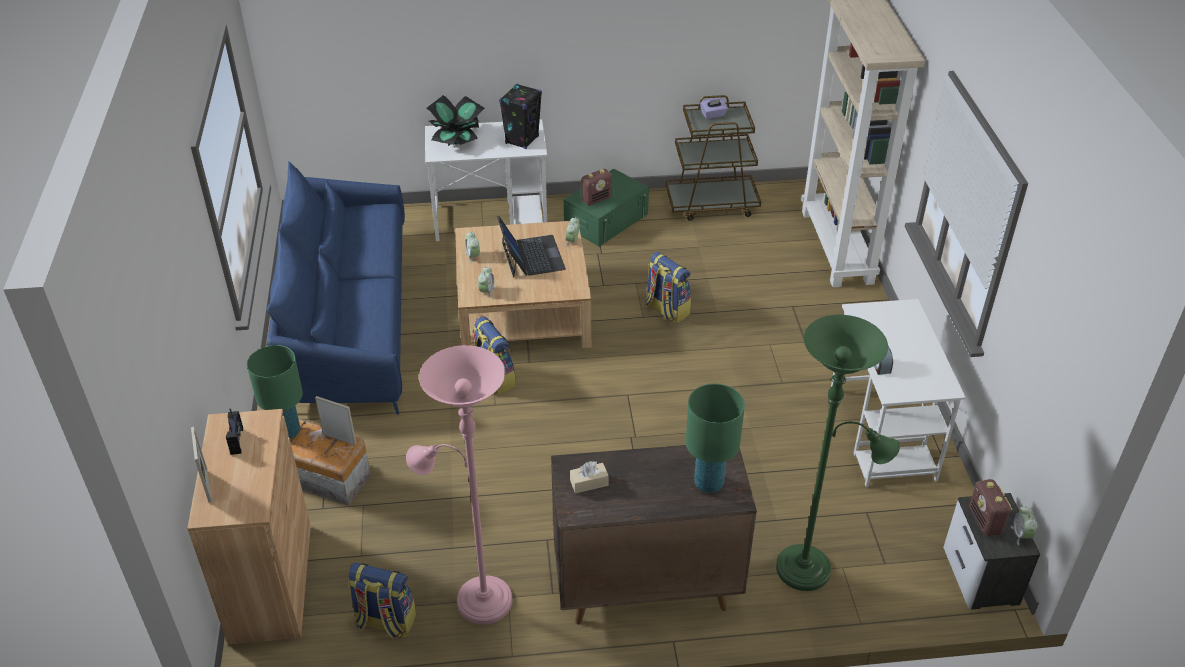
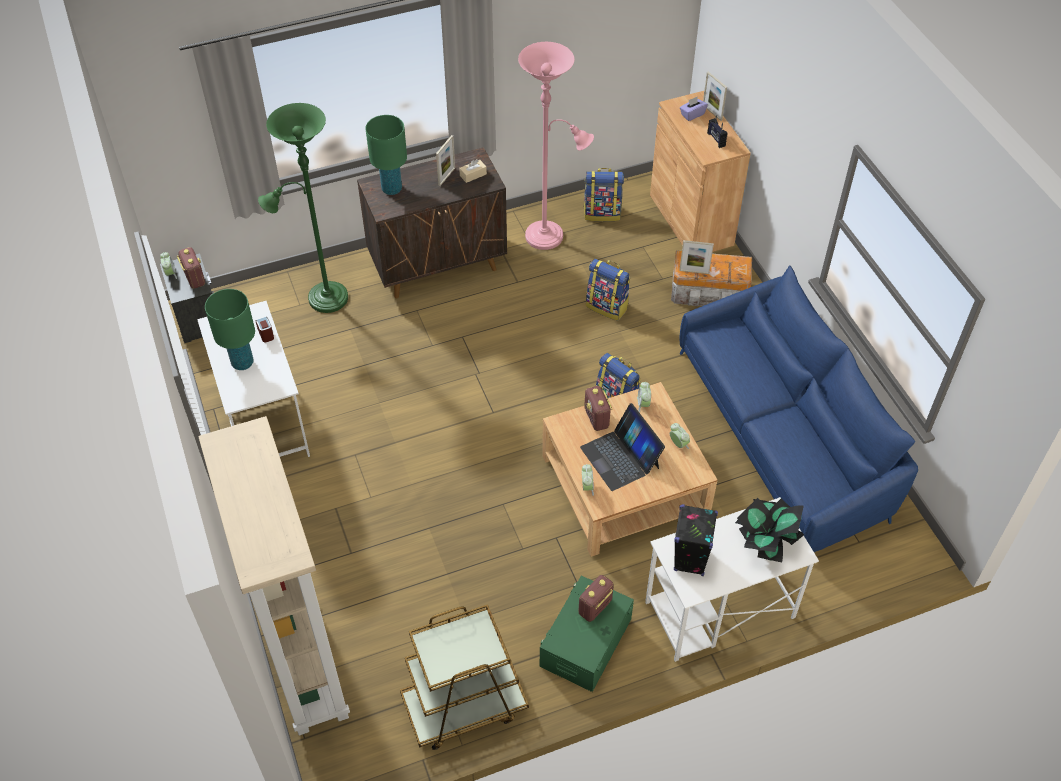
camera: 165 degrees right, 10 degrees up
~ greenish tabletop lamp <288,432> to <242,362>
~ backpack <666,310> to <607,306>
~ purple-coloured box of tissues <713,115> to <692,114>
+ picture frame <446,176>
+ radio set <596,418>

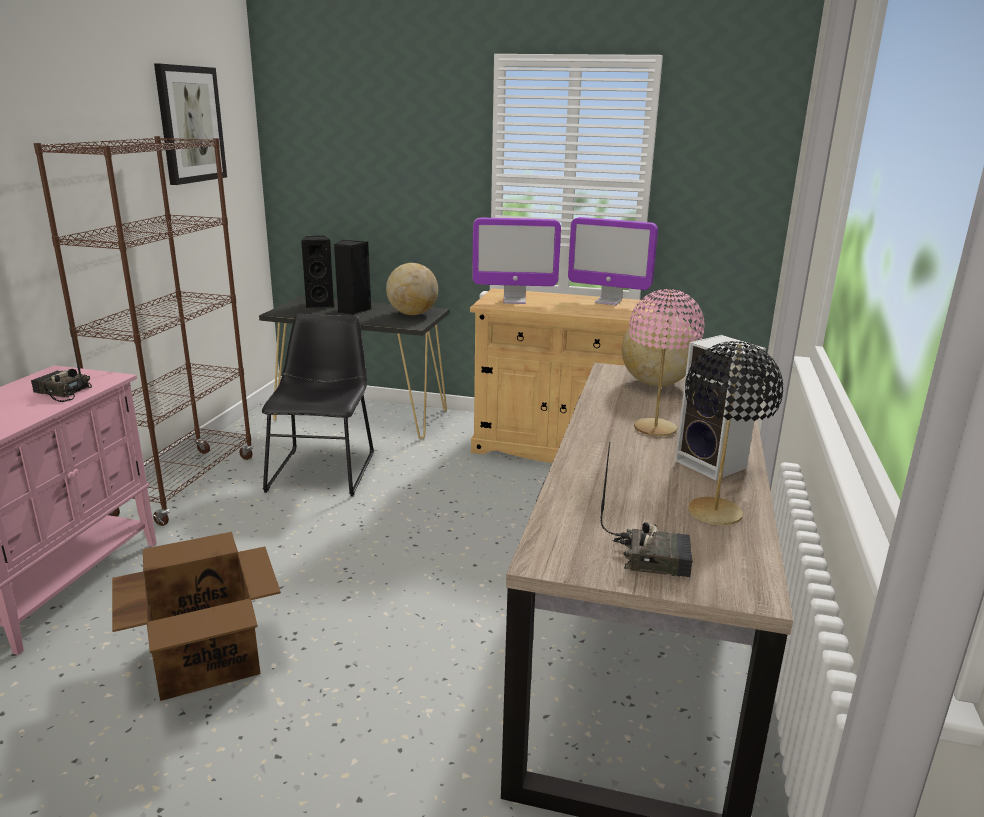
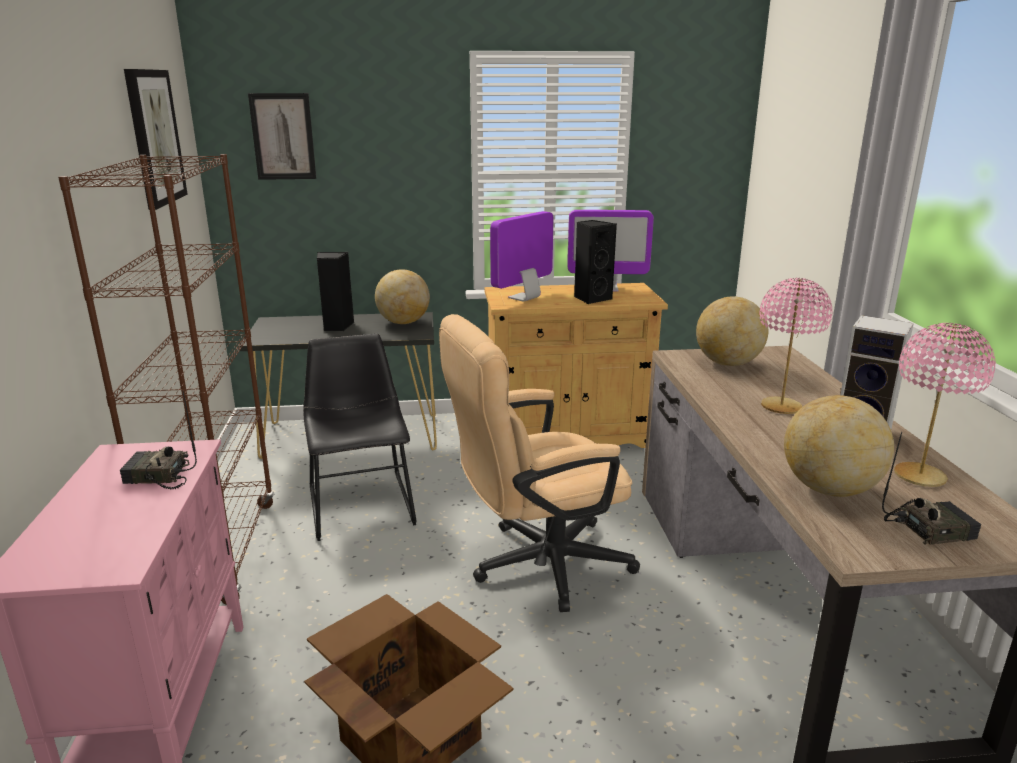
camera: 20 degrees left, 0 degrees up
~ black-coloured audio speaker <320,304> to <591,298>
~ computer display <514,301> = <524,298> 150 degrees clockwise
~ black-coloured tabletop lamp <715,513> to pinkish tabletop lamp <920,476>
+ wall picture <283,136>
+ beige office chair <537,565>
+ world globe <829,489>

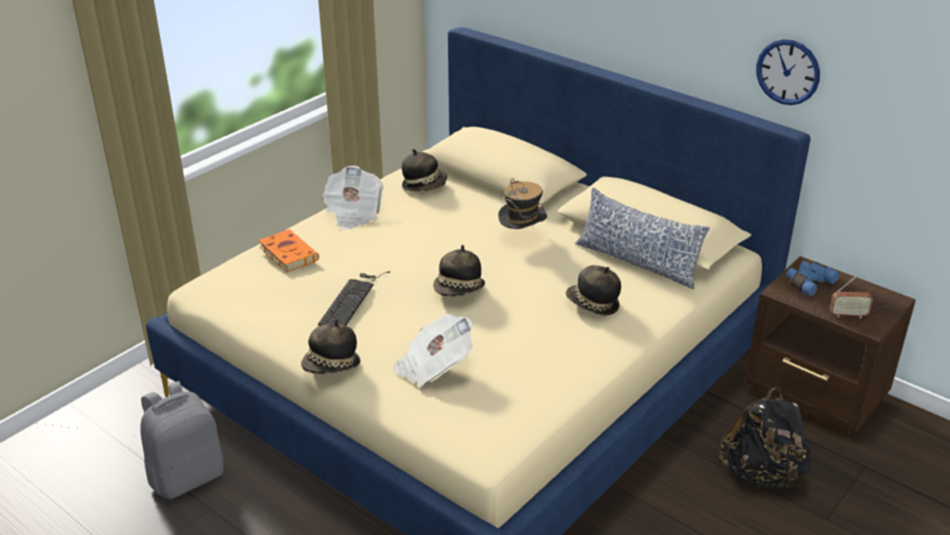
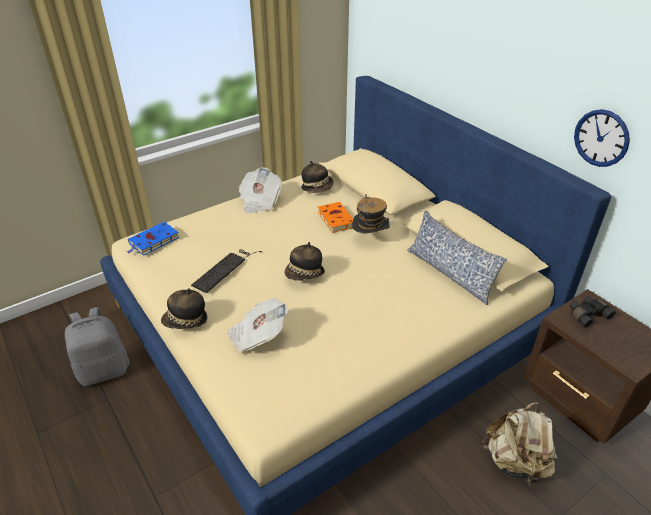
camera: 15 degrees right, 5 degrees up
~ orange-coloured book <287,253> to <335,219>
- clothing hat <592,305>
~ black-coloured backpack <762,474> to beige backpack <515,462>
~ bluish pair of binoculars <808,283> to black-coloured pair of binoculars <587,315>
- radio set <848,315>
+ bluish book <153,241>

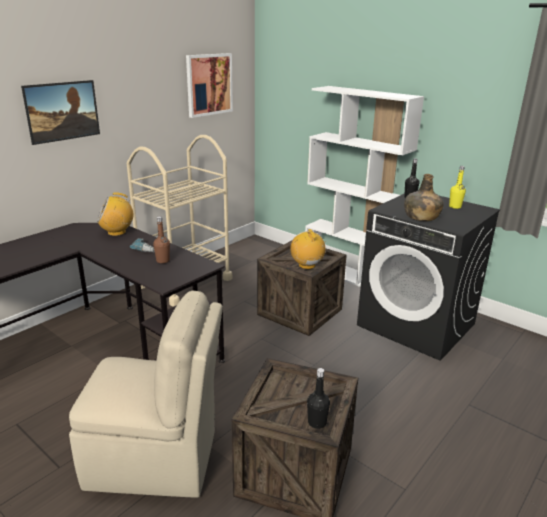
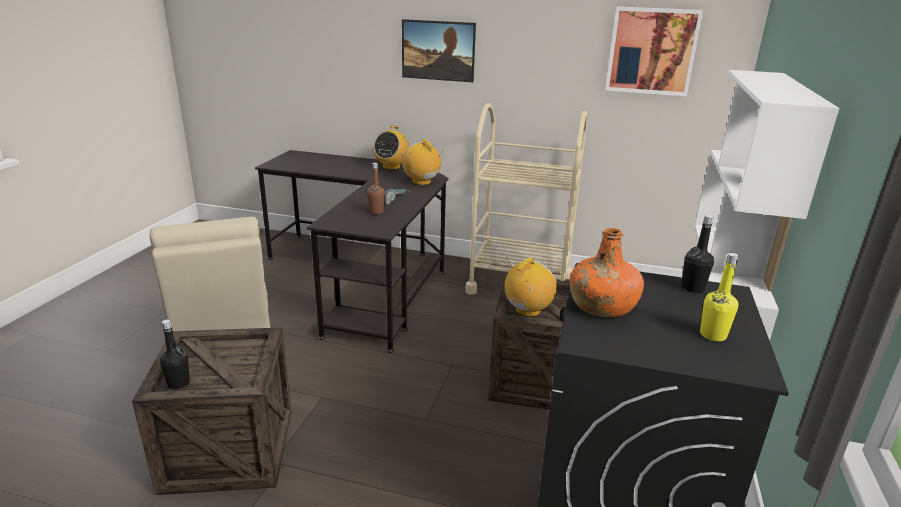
camera: 65 degrees right, 0 degrees up
~ greenish bottle <421,217> to orange-coloured bottle <601,305>
+ radio set <391,167>

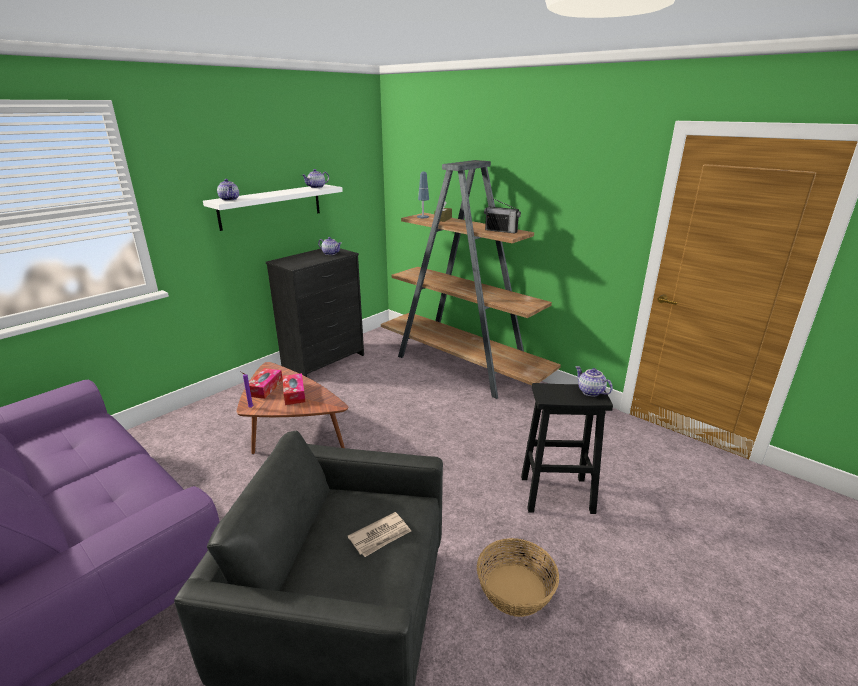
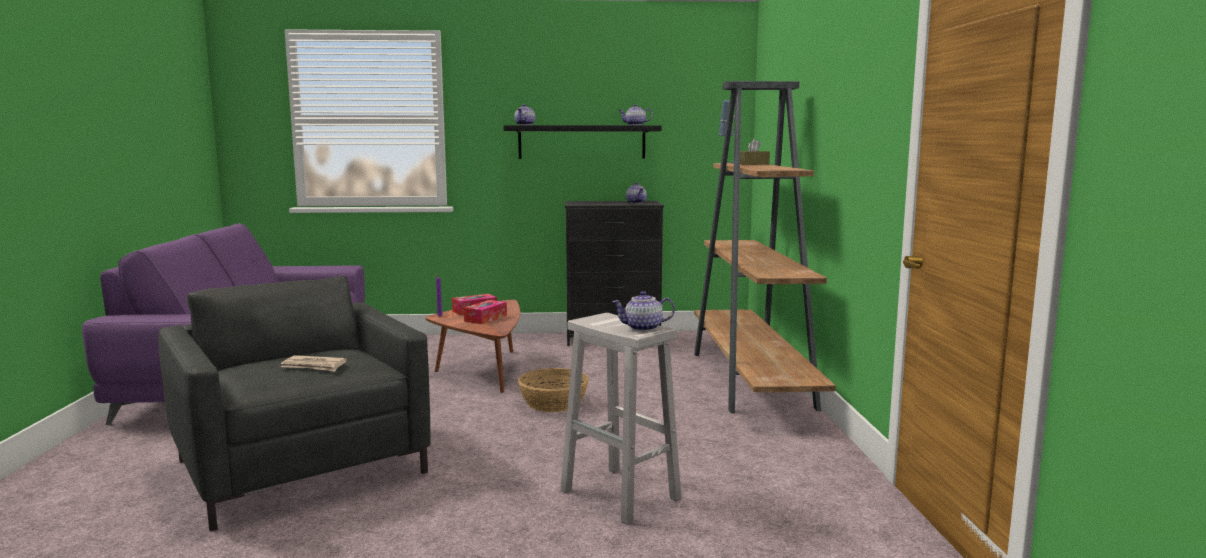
camera: 45 degrees right, 15 degrees down
~ white-coloured shelf <271,206> to black-coloured shelf <582,142>
~ basket <515,589> to <554,403>
- radio set <501,231>
~ black-coloured stool seat <558,494> to white-coloured stool seat <621,495>
~ tea pot <590,392> = <643,328> 105 degrees counterclockwise

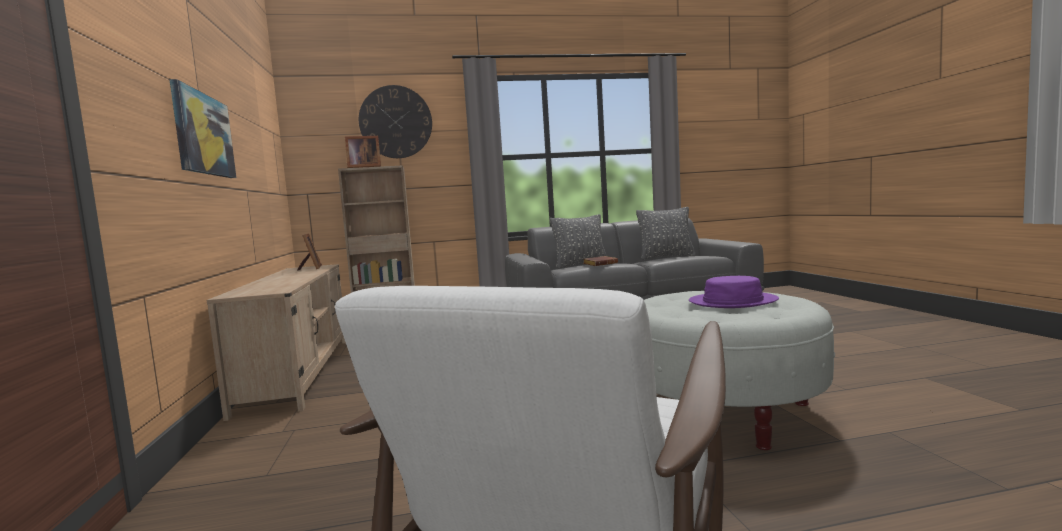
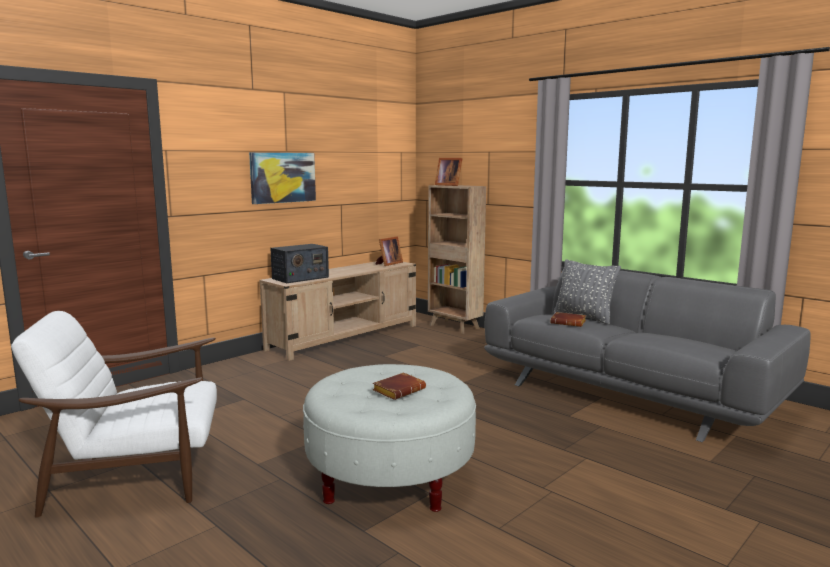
camera: 55 degrees right, 5 degrees up
- wall clock <396,122>
- gray pillow <666,257>
~ purple-coloured clothing hat <732,302> to brown book <399,390>
+ radio set <300,278>

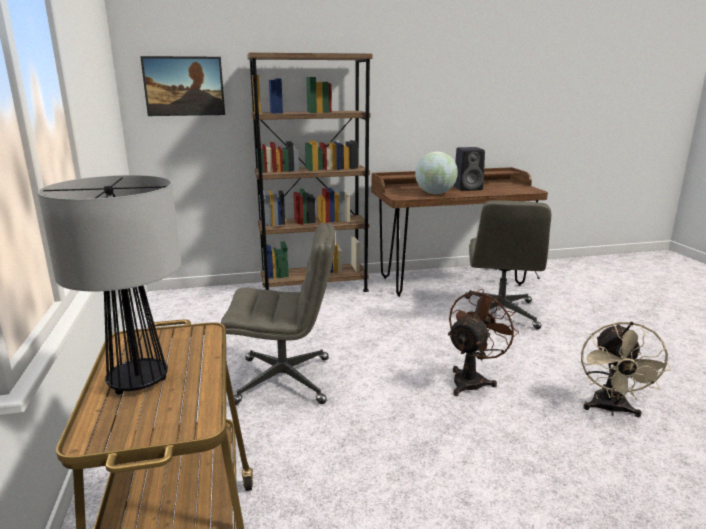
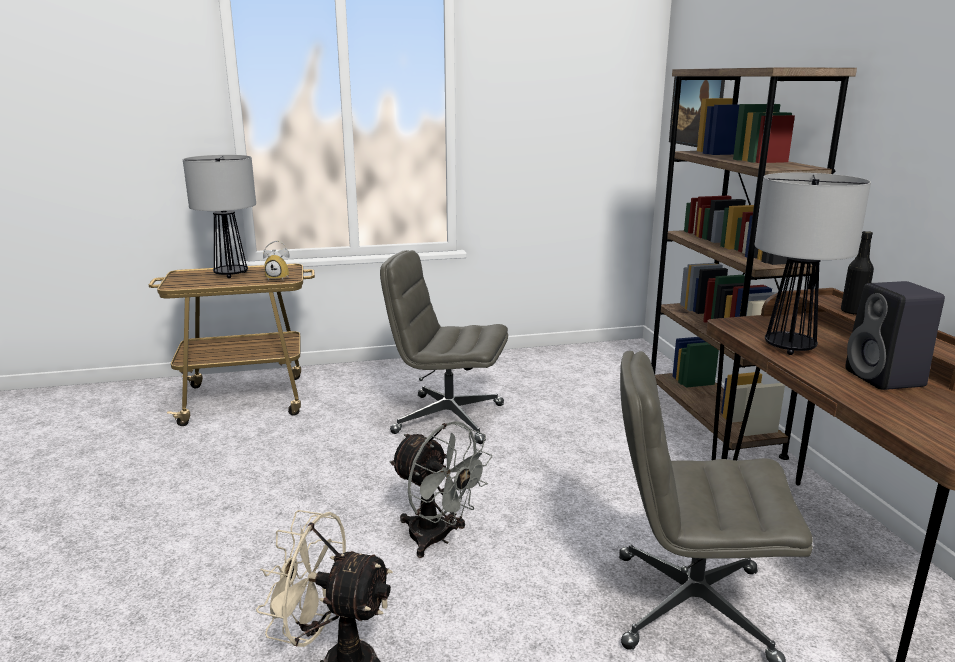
camera: 90 degrees right, 0 degrees up
~ gray office chair <285,380> = <447,419> 105 degrees clockwise
~ world globe <435,193> to tabletop lamp <790,347>
~ brown fan <472,380> to gray fan <438,538>
+ alarm clock <279,278>
+ black-coloured bottle <852,312>

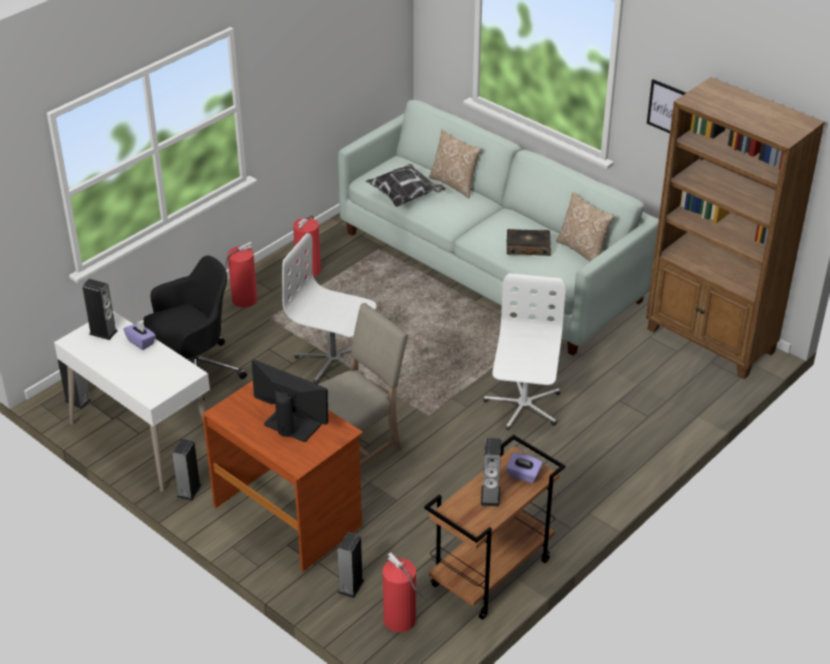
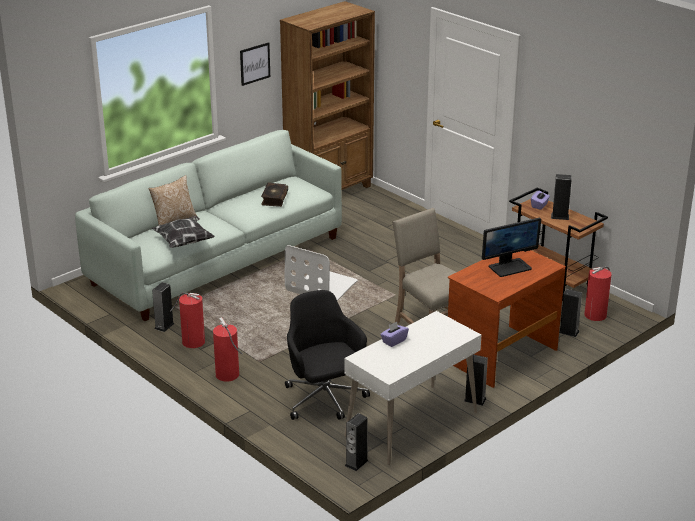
camera: 85 degrees left, 10 degrees down
~ audio speaker <103,332> to <164,326>
~ computer display <292,424> = <509,267> 150 degrees counterclockwise
- white-coloured office chair <523,406>
- pillow <583,250>

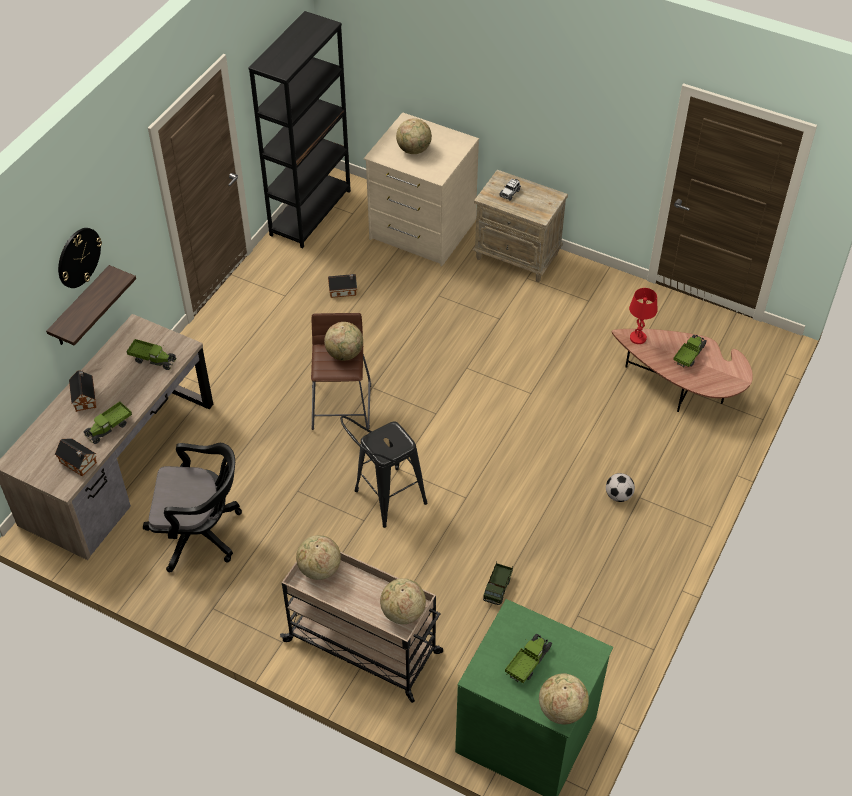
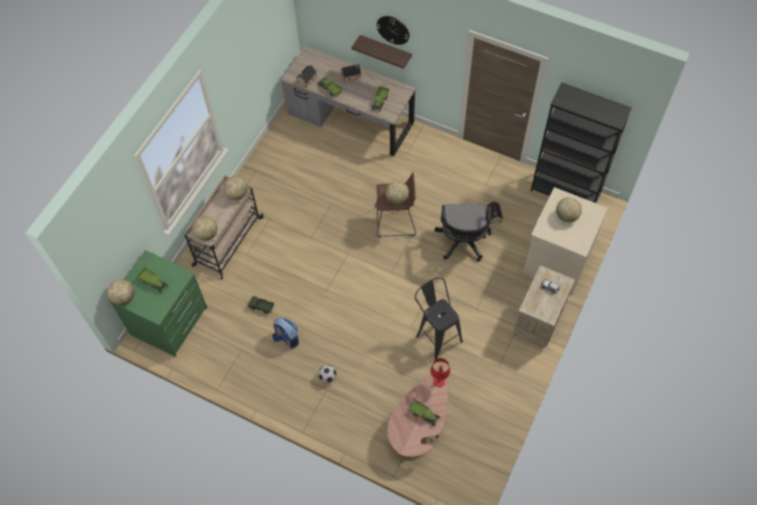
camera: 90 degrees right, 10 degrees up
~ black-coloured office chair <200,533> to <462,242>
~ black-coloured stool seat <383,500> to <436,335>
+ backpack <287,339>

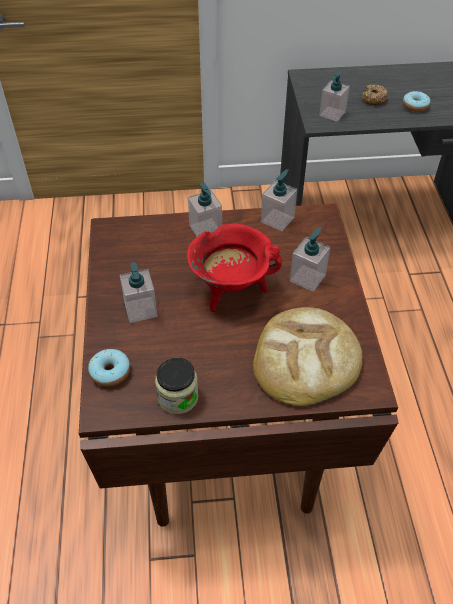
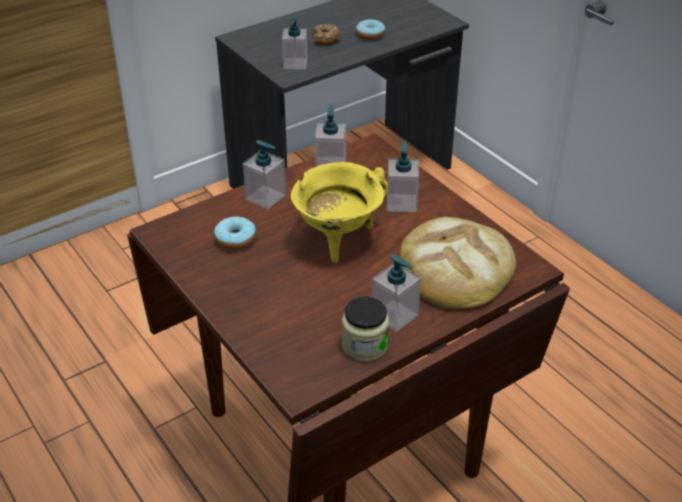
camera: 30 degrees left, 10 degrees down
~ donut <110,372> to <235,239>
~ liquid soap bottle <140,310> to <395,316>
~ red stockpot <231,291> to yellowish stockpot <338,240>

